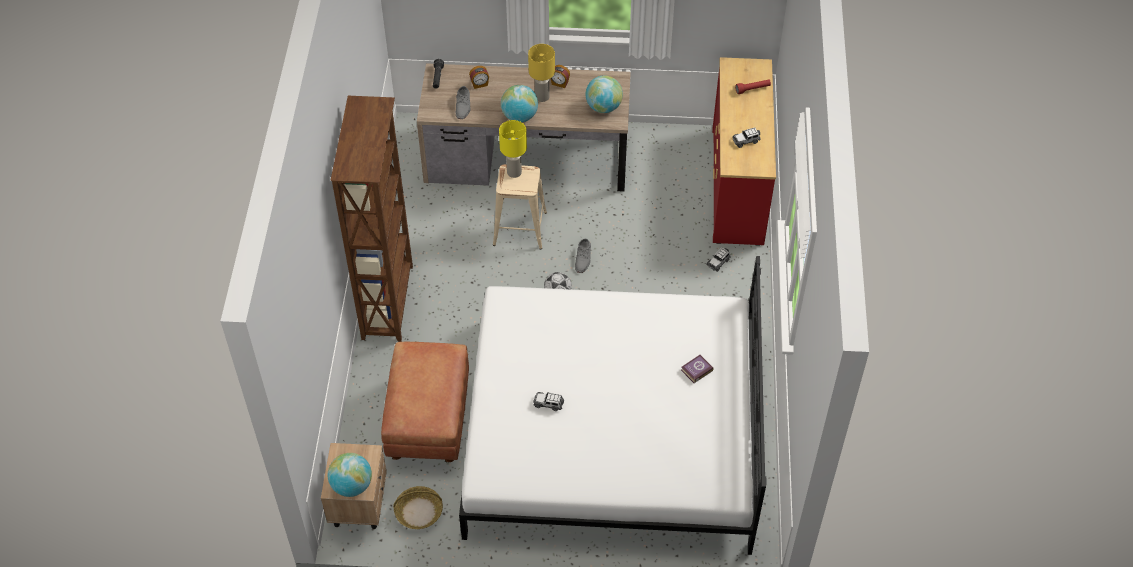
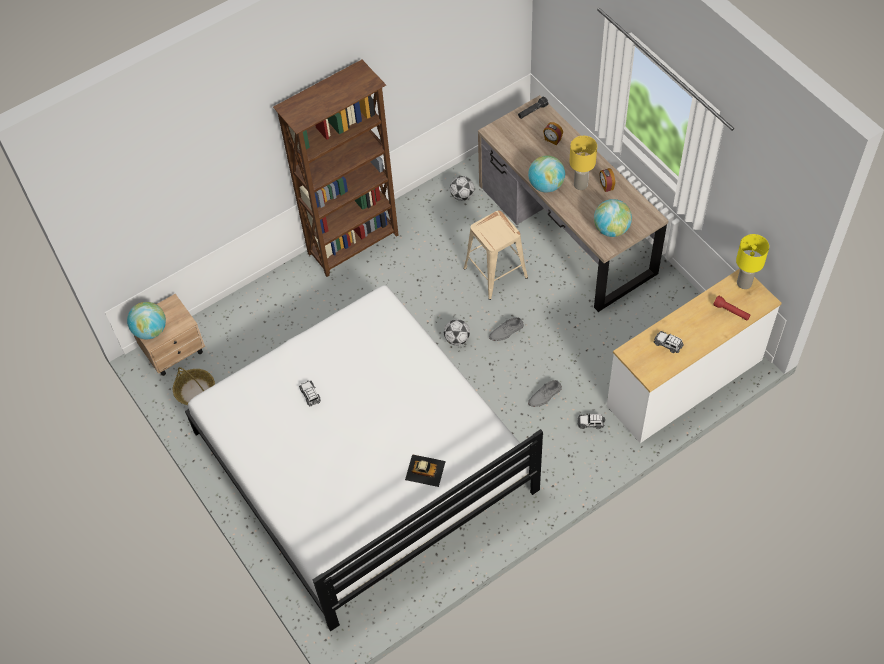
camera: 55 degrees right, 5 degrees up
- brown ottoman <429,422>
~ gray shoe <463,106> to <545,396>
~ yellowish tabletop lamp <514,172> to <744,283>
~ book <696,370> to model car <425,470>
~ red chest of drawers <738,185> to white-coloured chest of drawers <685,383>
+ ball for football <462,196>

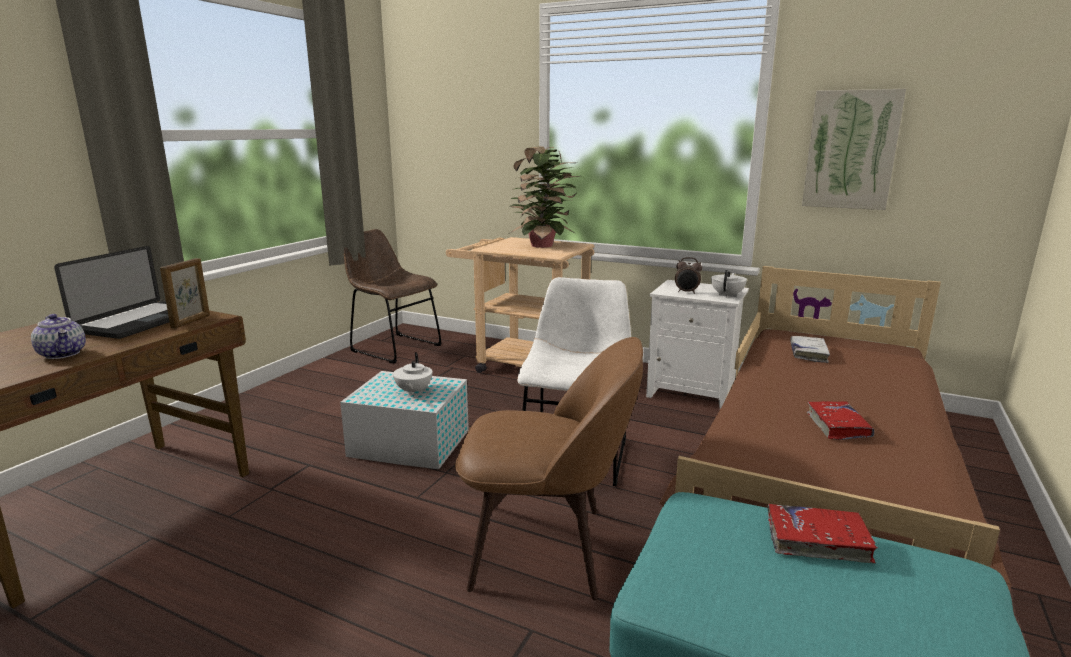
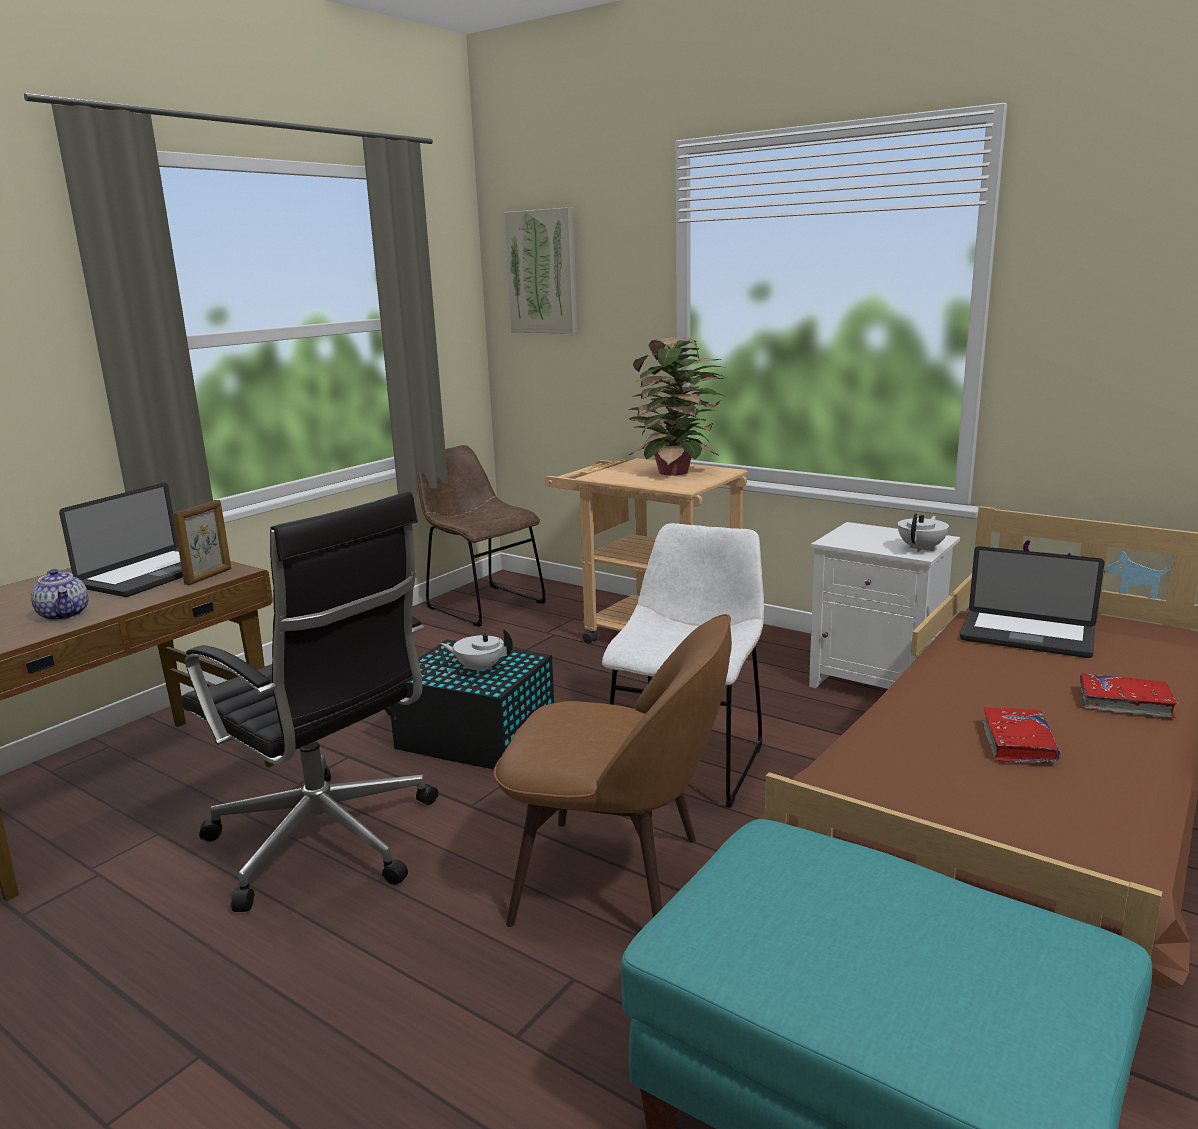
camera: 10 degrees right, 0 degrees up
~ white-coloured storage container <408,443> to black-coloured storage container <475,735>
~ white-coloured tea pot <413,391> = <479,668> 90 degrees clockwise
- alarm clock <686,292>
~ red book <817,541> to <1125,703>
~ white-coloured book <808,353> to laptop <1026,636>
~ wall picture <851,150> to <542,272>
+ black-coloured office chair <327,842>

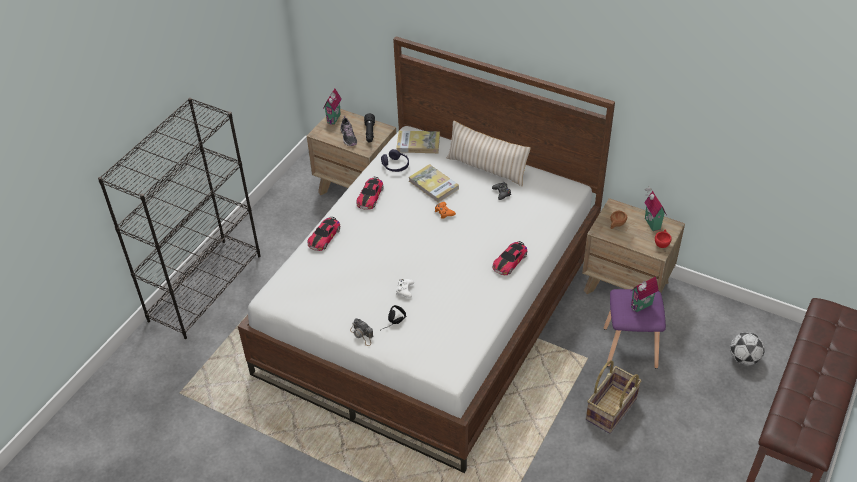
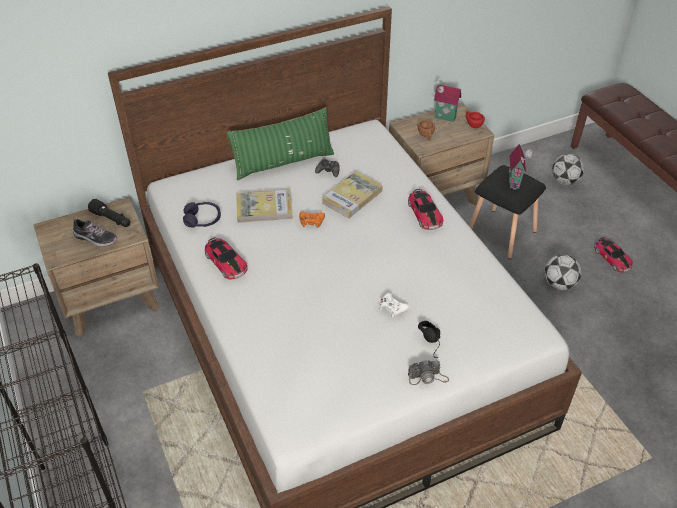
camera: 55 degrees left, 0 degrees up
~ model car <324,237> to <612,258>
- toy house <335,119>
~ book <418,144> to <352,197>
~ beige pillow <486,168> to greenish pillow <283,162>
~ basket <611,410> to ball for football <559,284>
~ purple-coloured stool seat <630,348> to black-coloured stool seat <502,233>

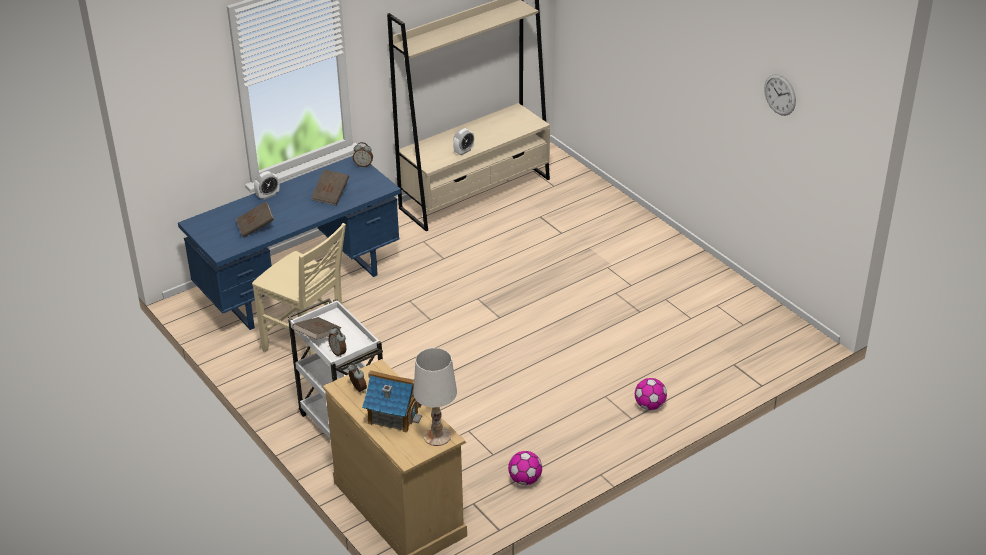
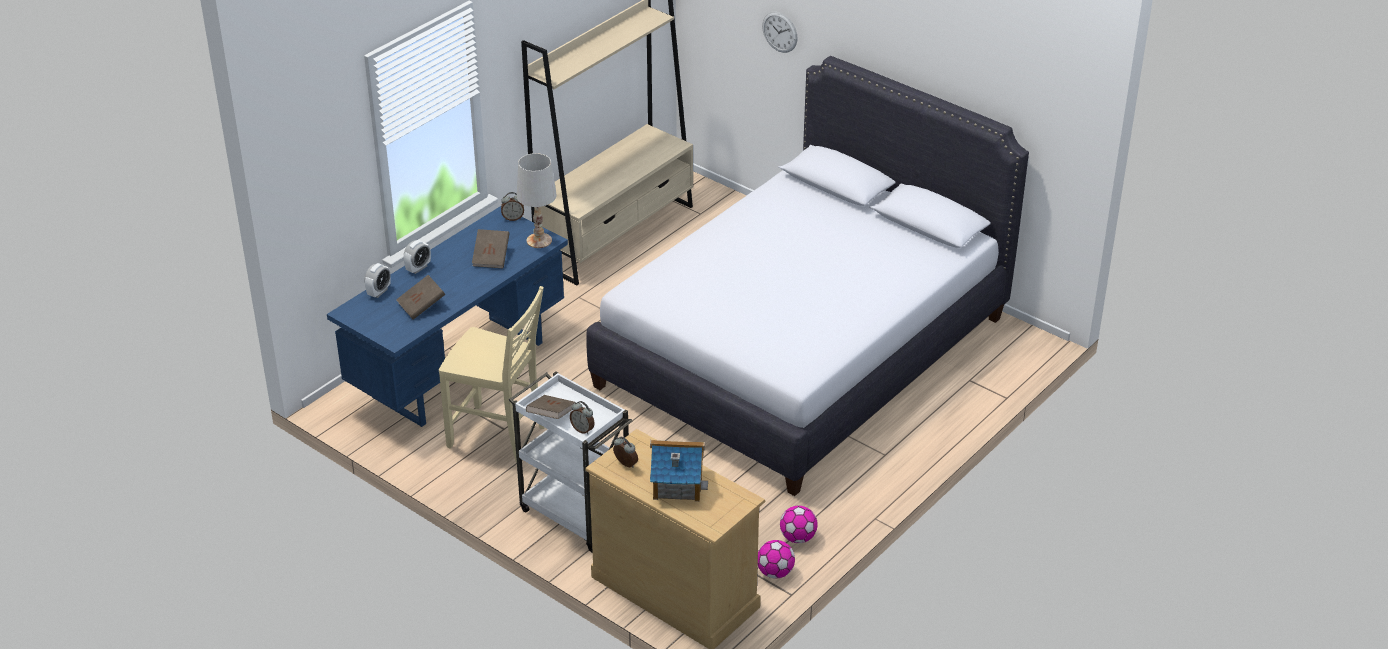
camera: 15 degrees left, 0 degrees up
~ white-coloured tabletop lamp <437,436> to <539,241>
~ alarm clock <463,151> to <379,292>
~ ball for football <649,405> to <775,572>
~ wall clock <780,94> to <780,32>
+ white-coloured bed <801,351>

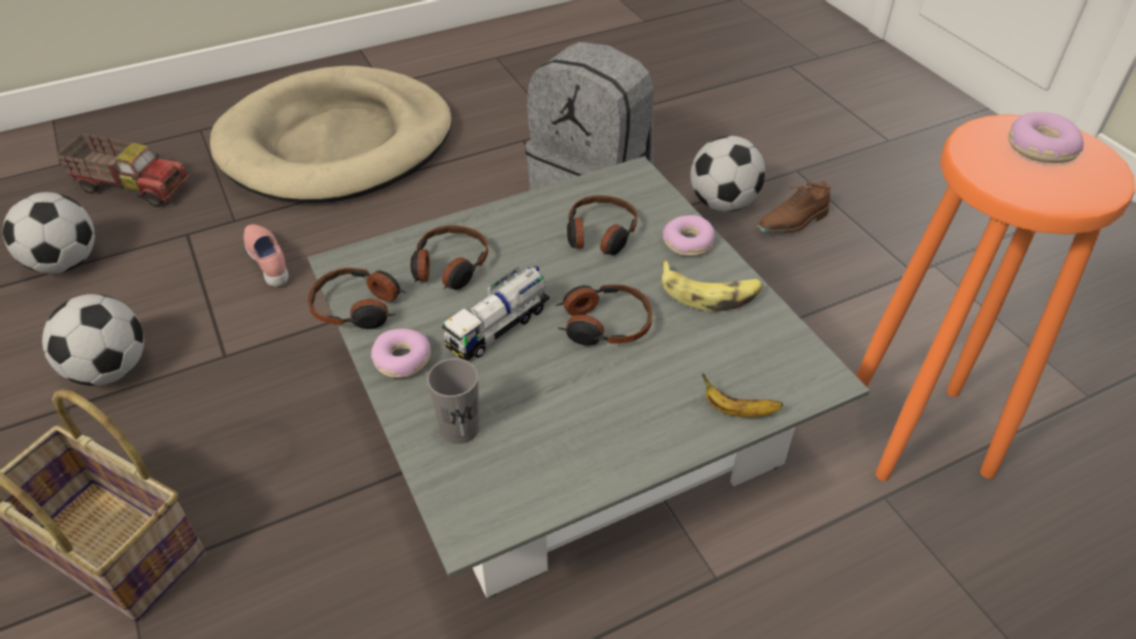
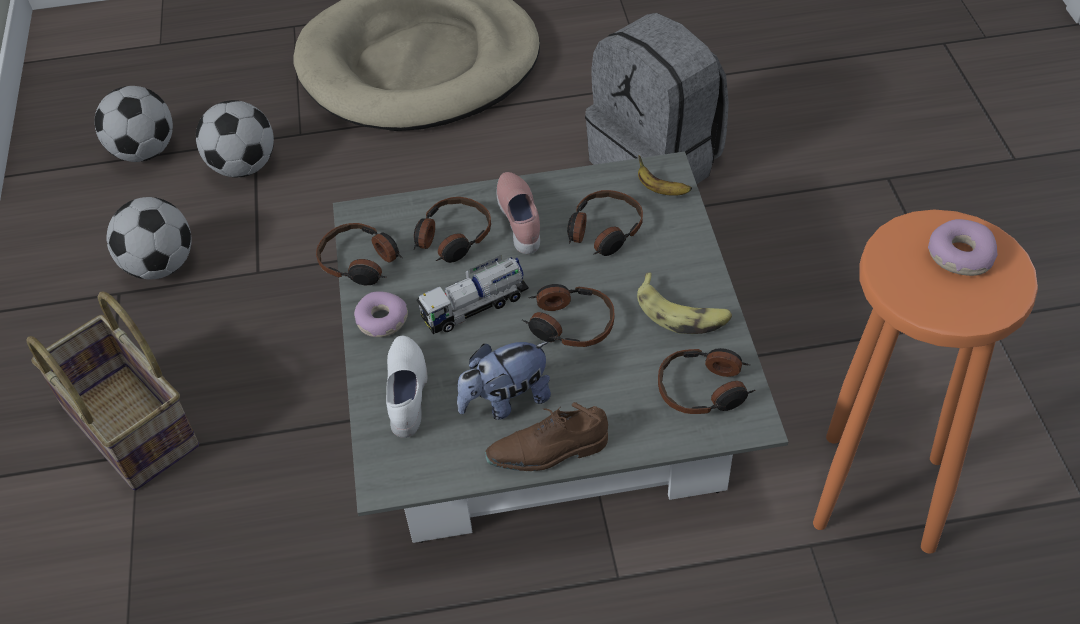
camera: 20 degrees right, 5 degrees up
- model truck <133,187>
~ pinkish shoe <270,262> to <521,221>
~ gray small cup <459,429> to white-coloured shoe <408,394>
- donut <688,243>
~ ball for football <723,203> to <244,166>
~ banana fruit <737,411> to <660,189>
~ brown shoe <792,222> to <548,452>
+ cuddly toy <506,401>
+ pair of headphones <704,389>

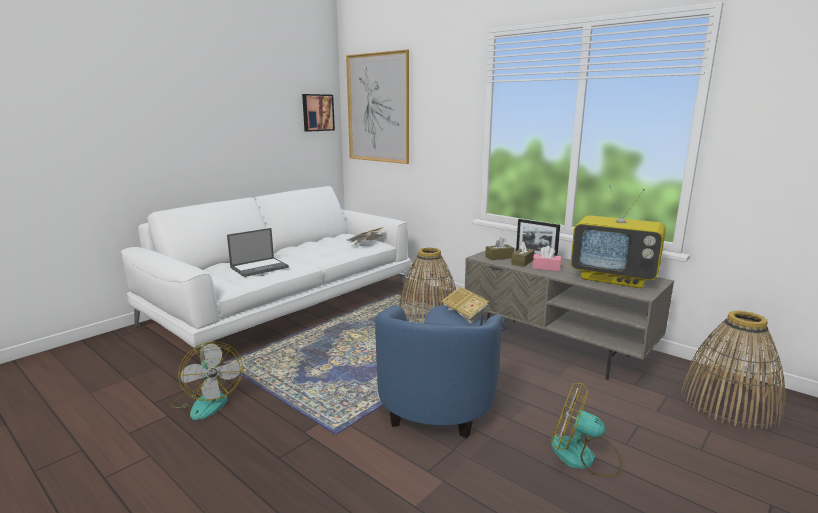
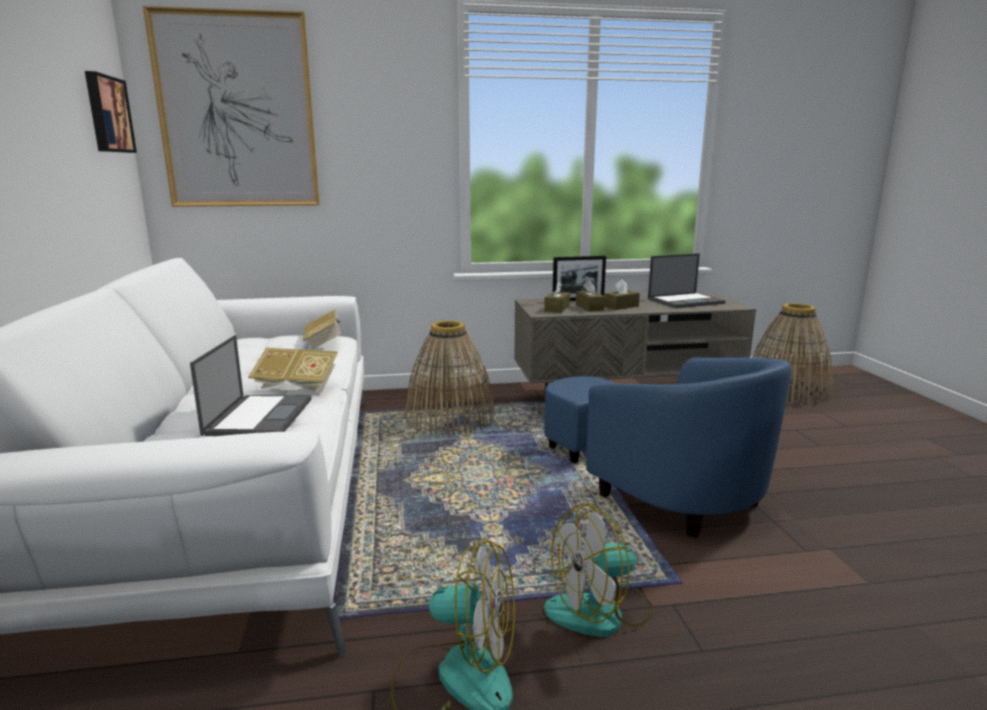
camera: 50 degrees left, 0 degrees up
~ book <465,314> to <297,386>
~ pinkish box of tissues <546,268> to brown box of tissues <621,306>
~ fan <583,456> to <600,611>
~ TV <614,278> to laptop <686,301>

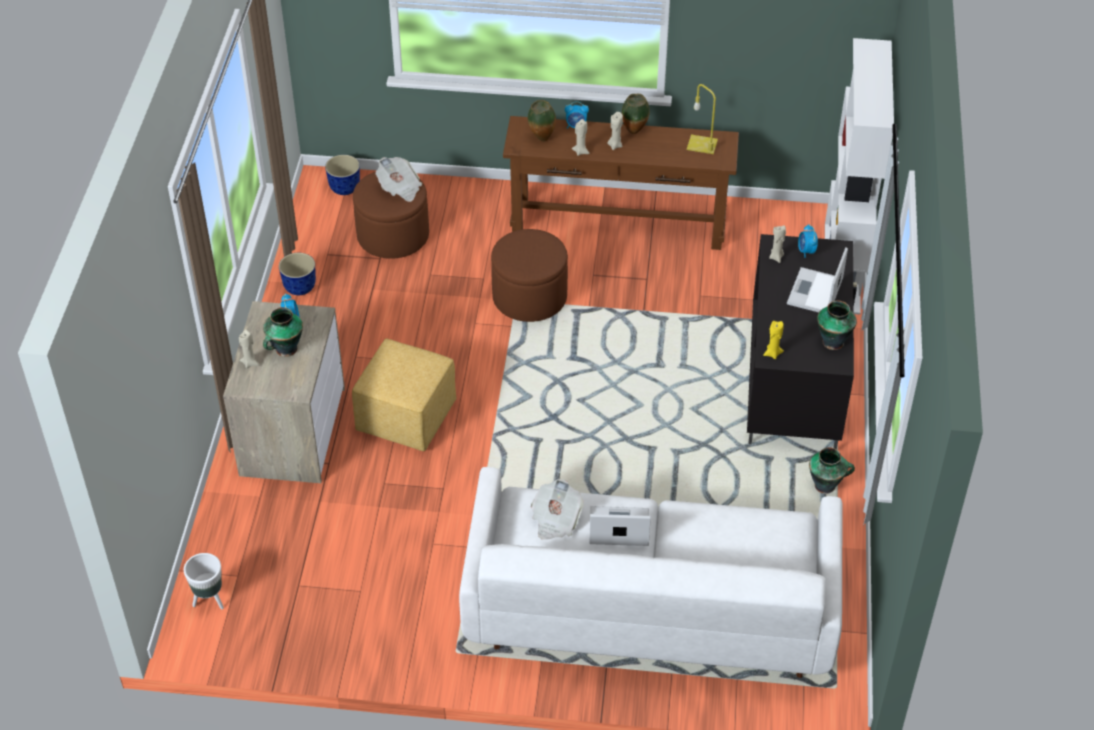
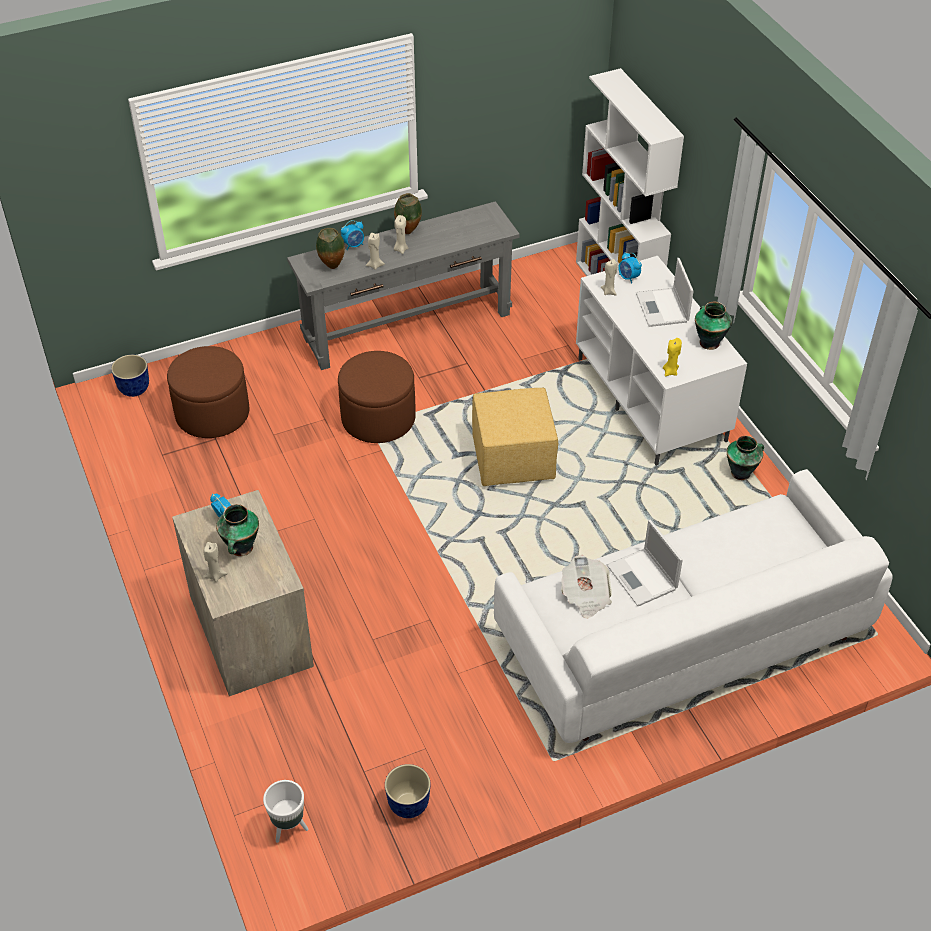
camera: 30 degrees left, 0 degrees up
~ flower pot <299,287> to <408,804>
~ yellowish ottoman <407,418> to <514,460>
- printed paper <399,188>
~ brown hall table <618,224> to gray hall table <407,326>
~ laptop <617,528> = <643,578> 90 degrees counterclockwise
- yellowish tabletop lamp <703,144>
~ black-coloured tv unit <795,383> to white-coloured tv unit <652,400>

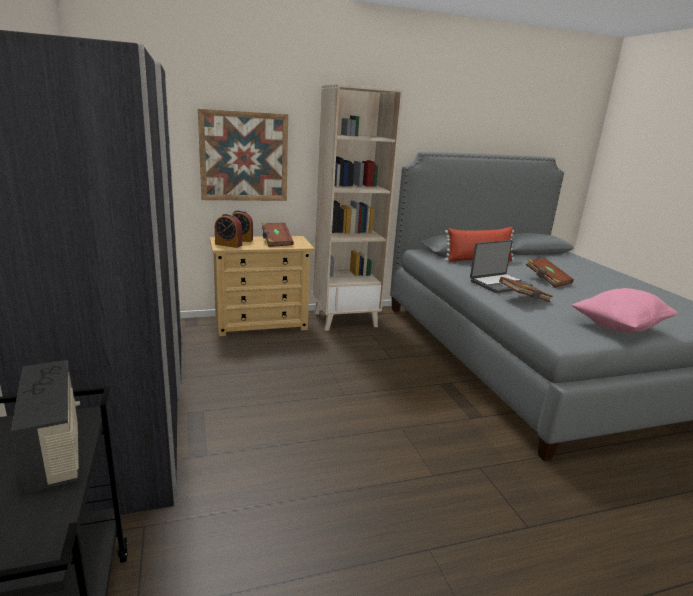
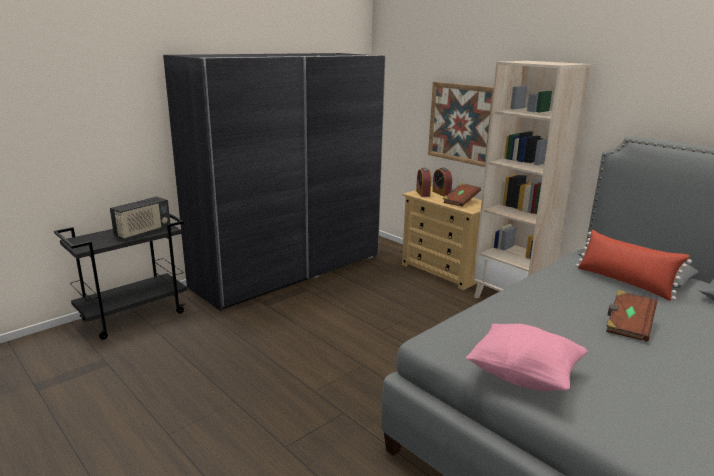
camera: 65 degrees right, 0 degrees up
- laptop <499,284>
- brown book <524,299>

